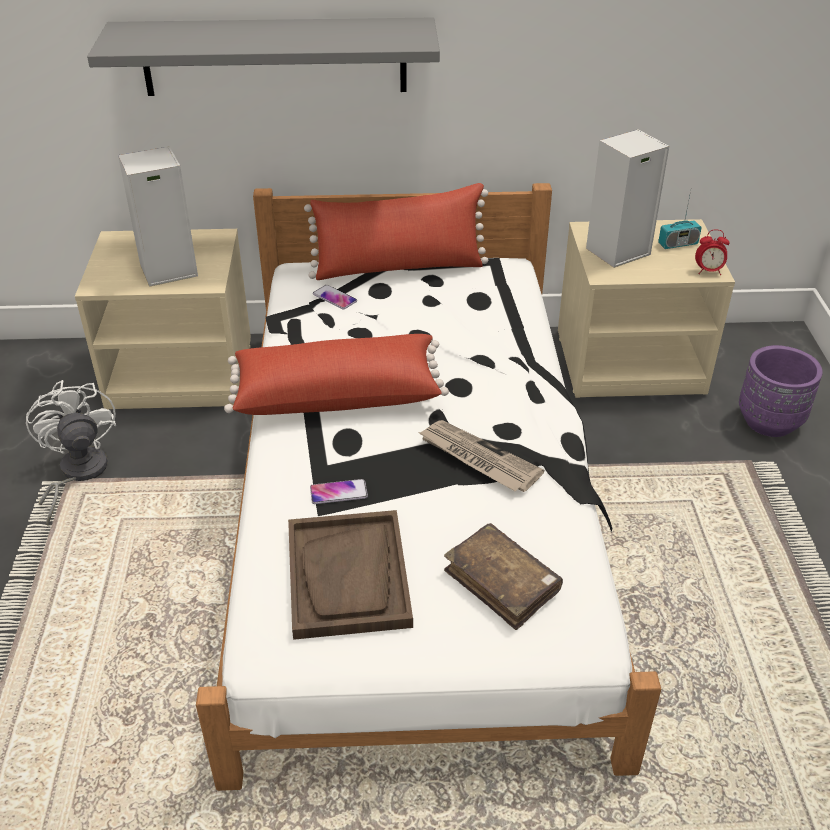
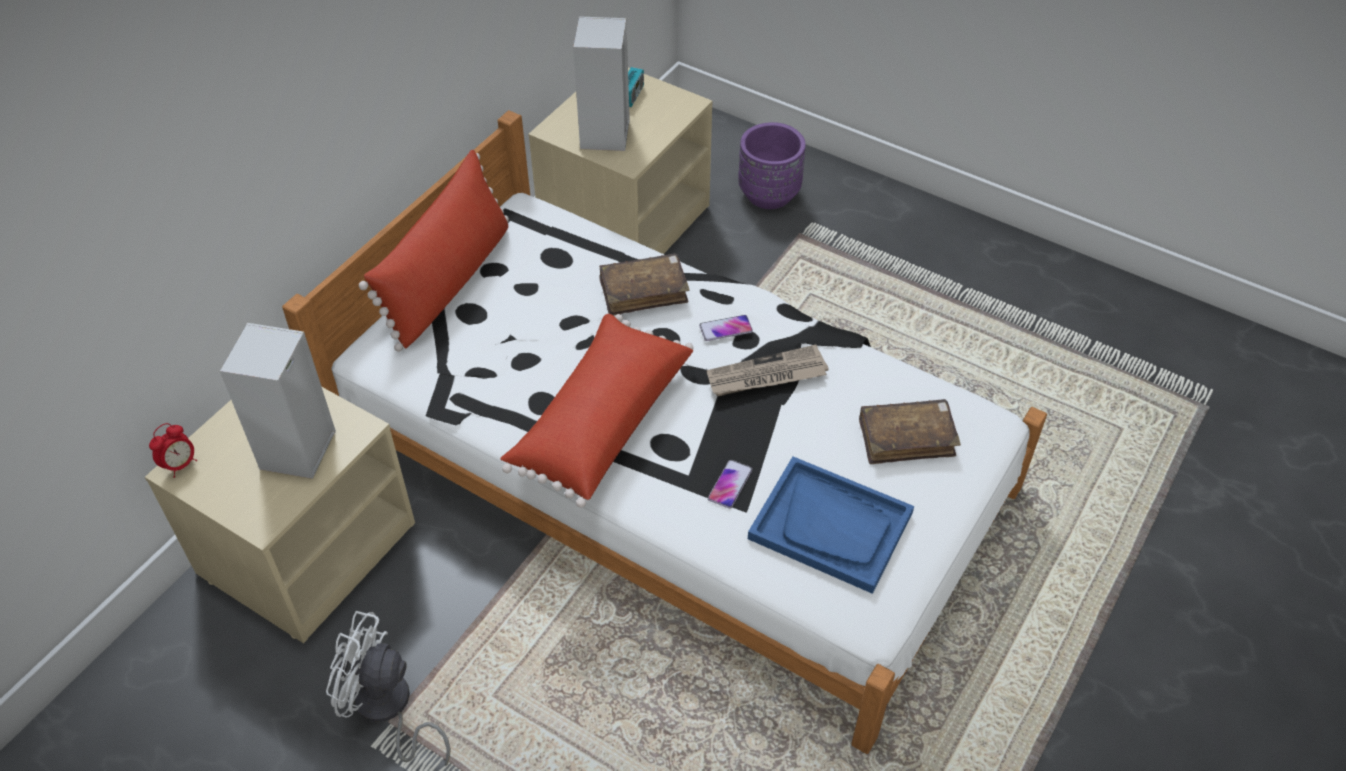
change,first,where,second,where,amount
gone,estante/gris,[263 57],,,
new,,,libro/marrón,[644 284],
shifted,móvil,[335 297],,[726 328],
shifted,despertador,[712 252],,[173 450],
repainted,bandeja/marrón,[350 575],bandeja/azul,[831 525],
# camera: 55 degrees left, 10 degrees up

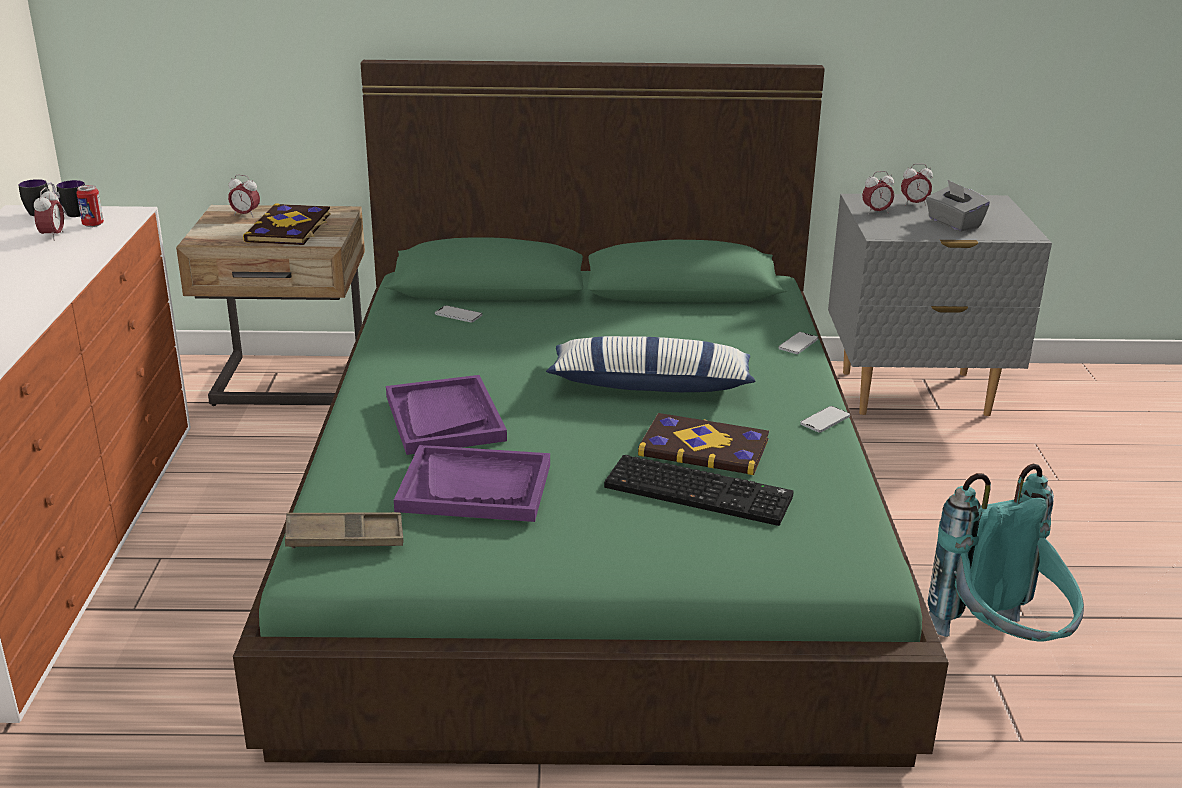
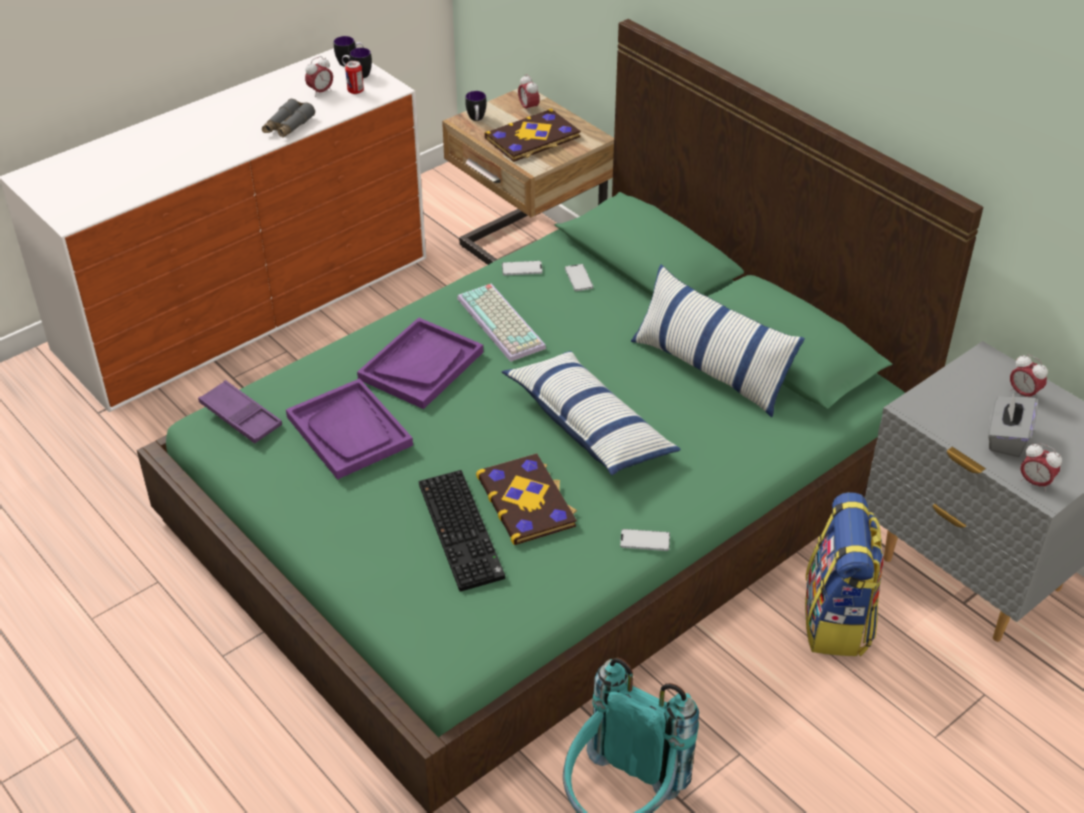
change,first,where,second,where,amount
new,,,prismáticos/gris,[288 118],
new,,,teclado,[501 323],
new,,,taza grande,[475 106],
new,,,cojín,[718 340],
new,,,mochila,[844 574],
shifted,móvil,[798 343],,[522 268],
shifted,despertador,[878 193],,[1041 467],
repainted,bandeja/marrón,[344 530],bandeja/morado,[240 412],
# camera: 50 degrees right, 15 degrees up

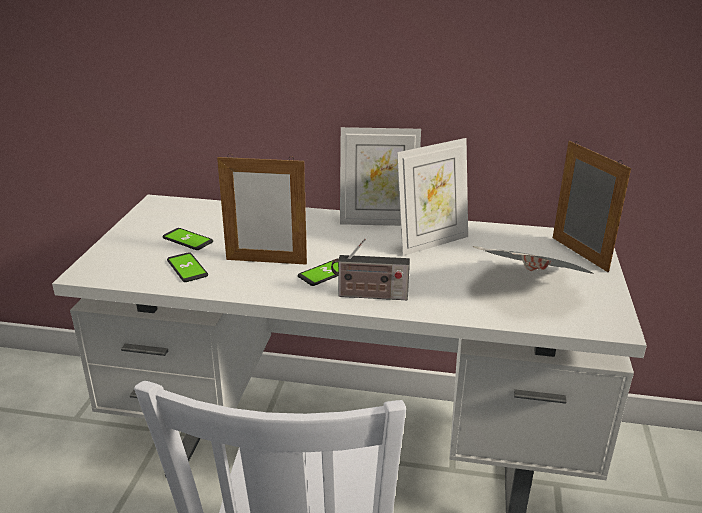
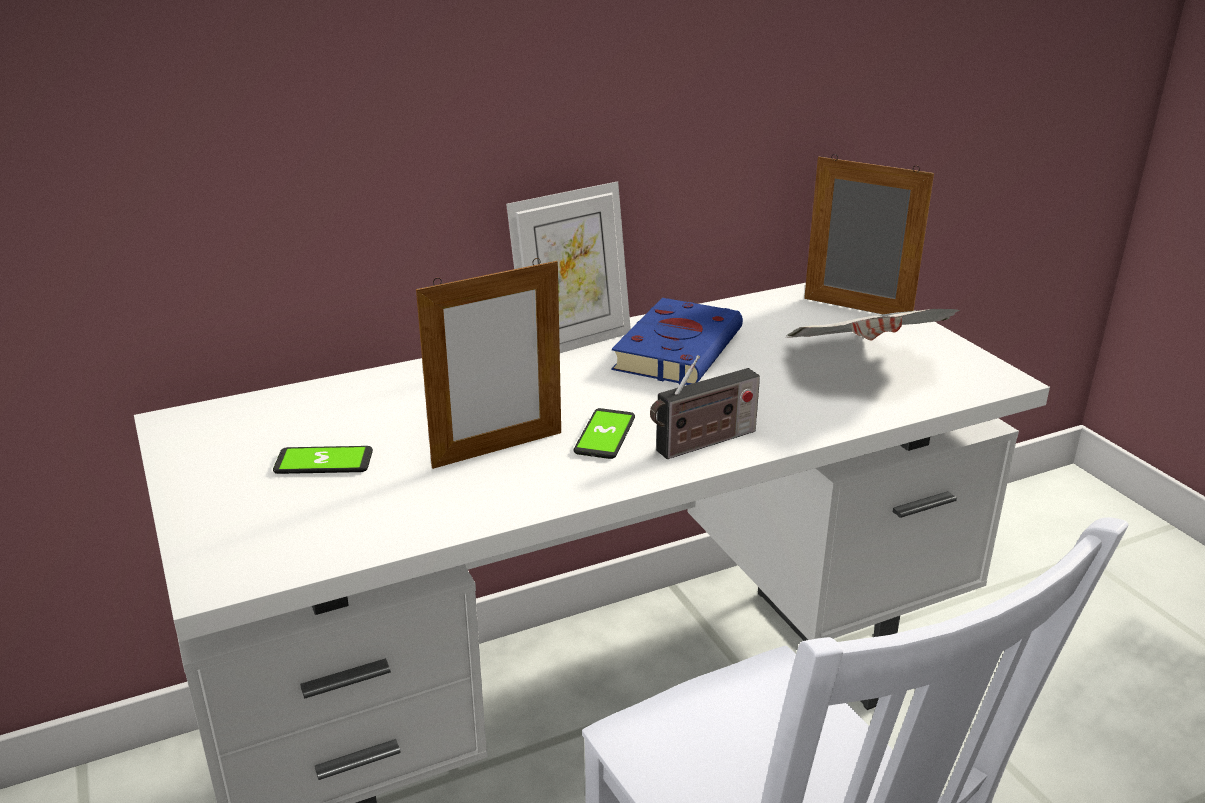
change,first,where,second,where,amount
gone,móvil,[187 267],,,
swapped,portarretratos,[432 197],libro/azul,[677 342],
# camera: 35 degrees left, 0 degrees up

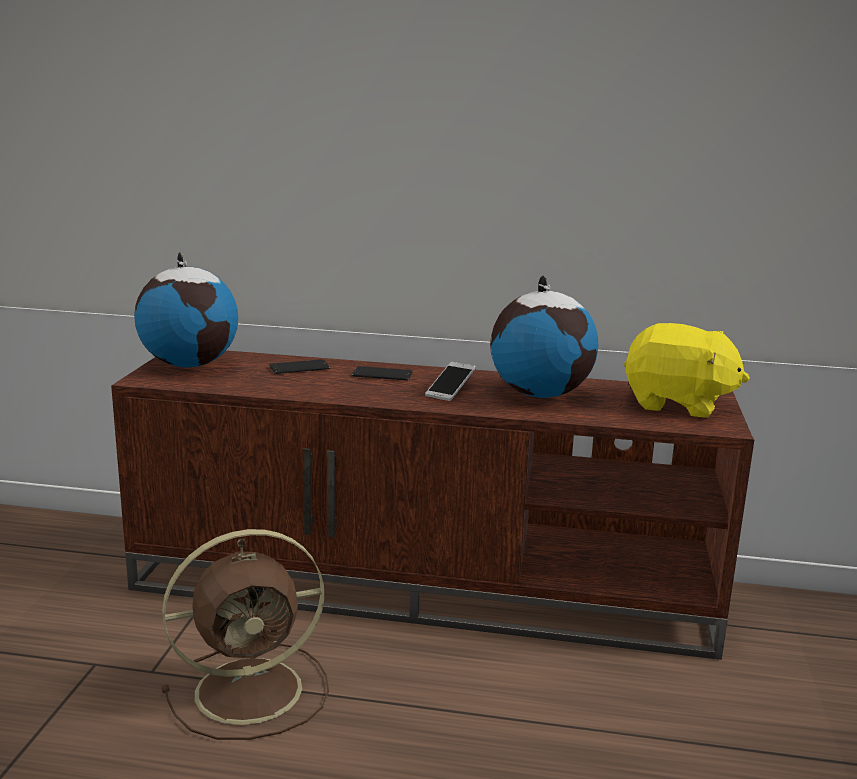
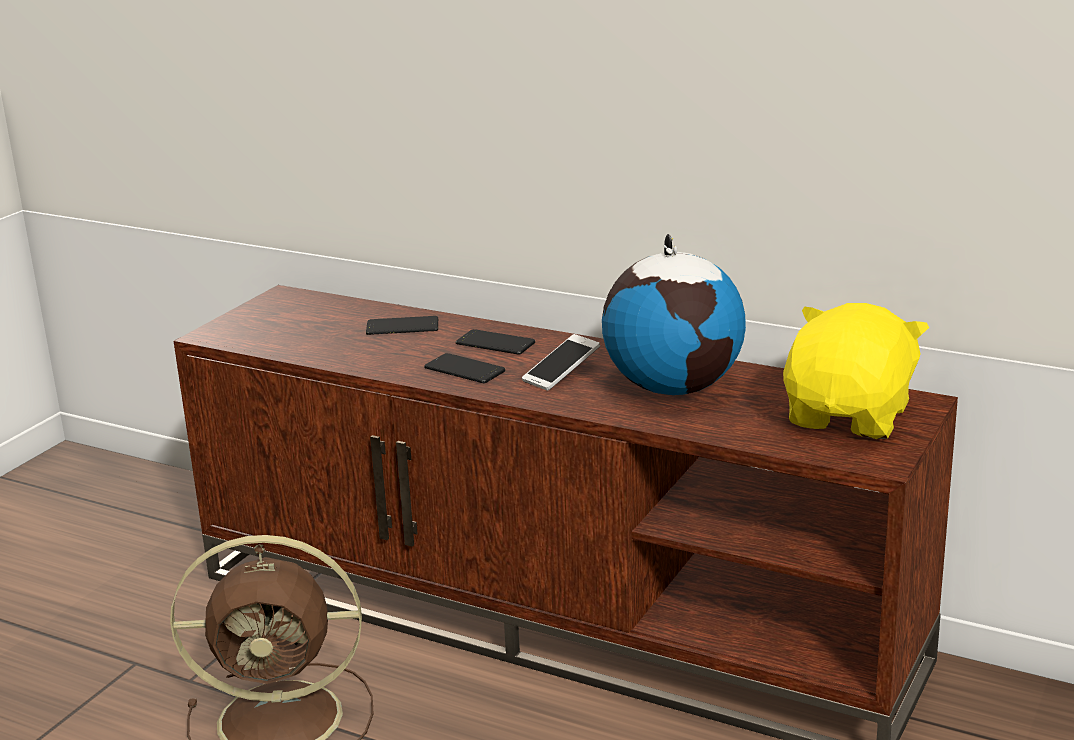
change,first,where,second,where,amount
gone,globo terráqueo,[186 310],,,
new,,,móvil,[464 368],
rotated,peluche/amarillo,[687 370],,[856 371],105 degrees counterclockwise
# camera: 20 degrees right, 5 degrees up

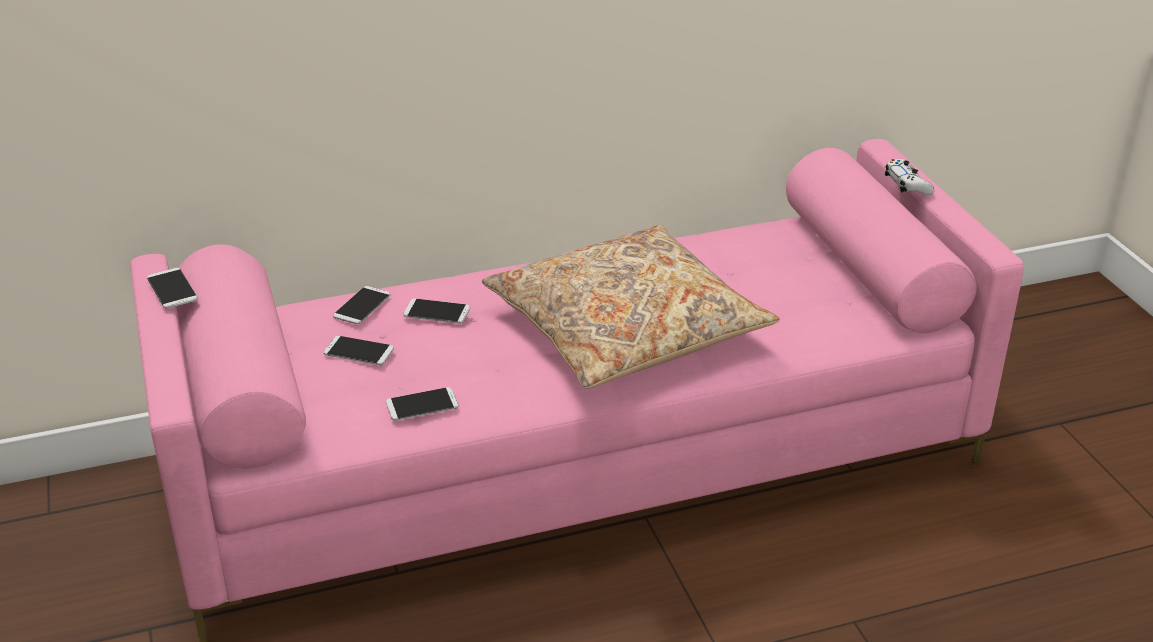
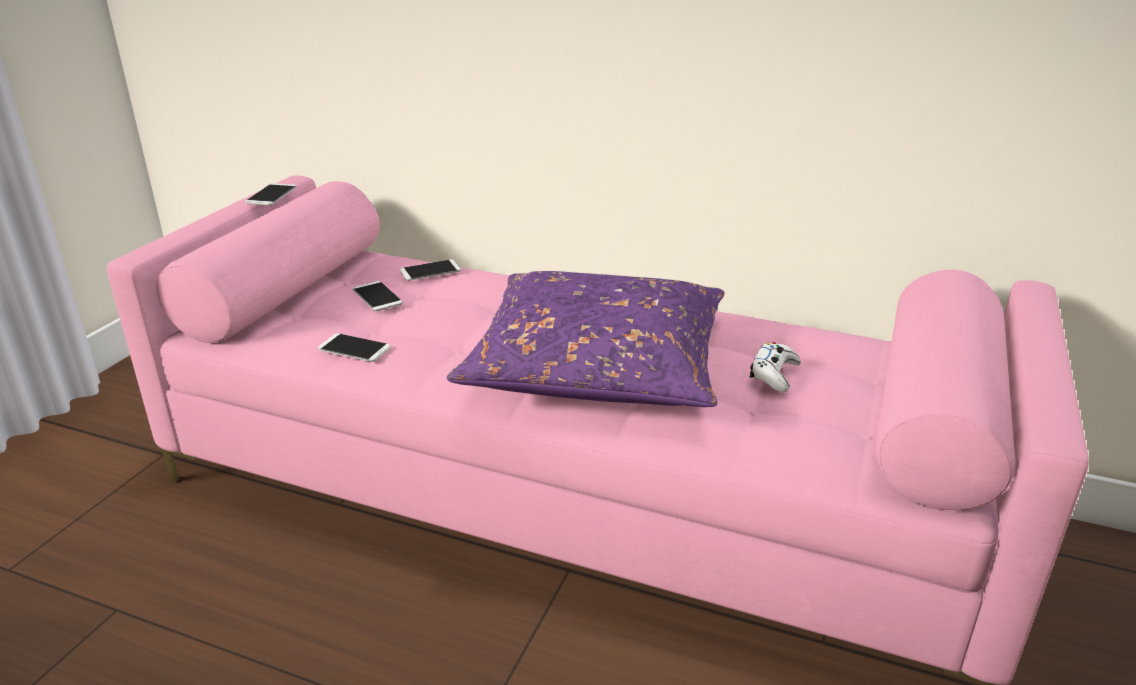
change,first,where,second,where,amount
gone,móvil,[436 311],,,
shifted,mando de consola/blanco,[909 177],,[775 367],
repainted,cojín/beis,[631 307],cojín/morado,[585 339],
# camera: 40 degrees right, 5 degrees down

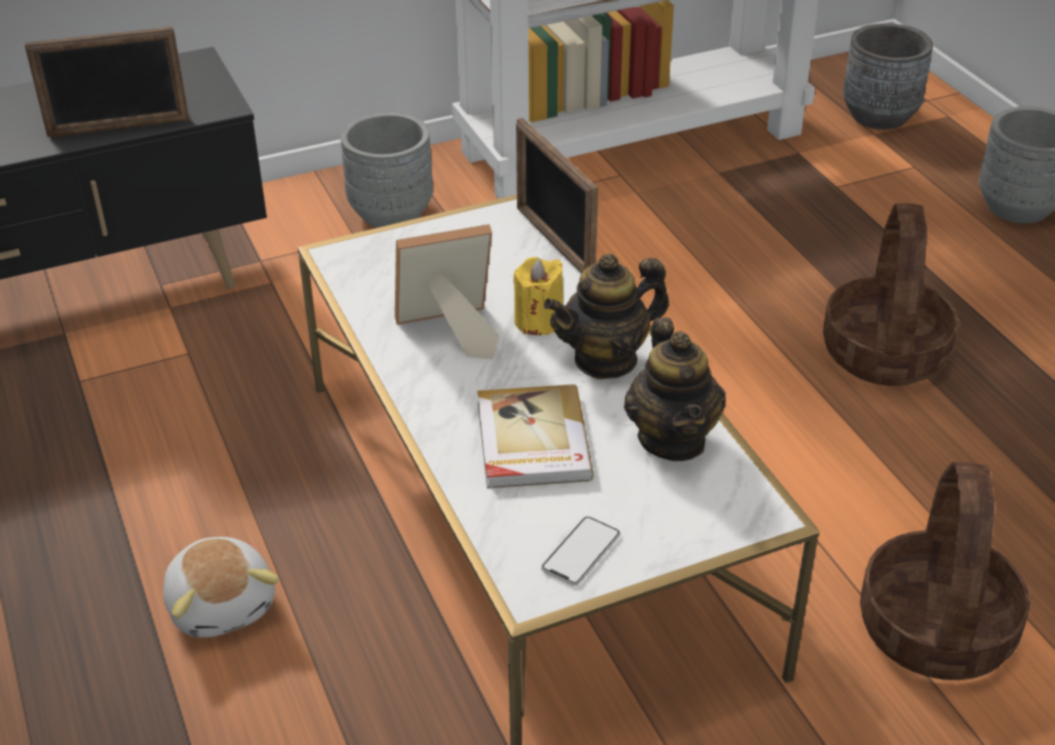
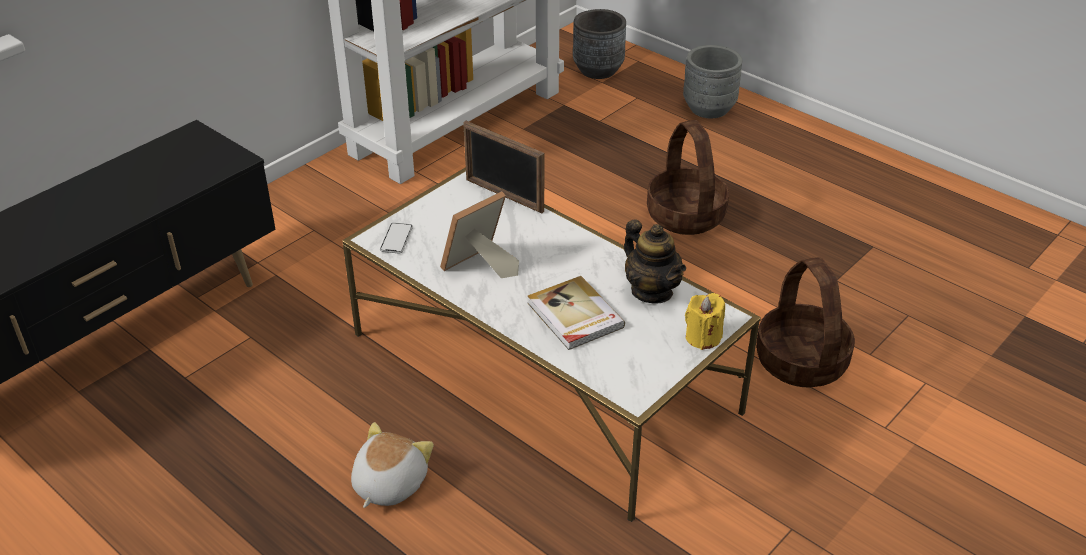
change,first,where,second,where,amount
gone,portarretratos,[107 82],,,
gone,maceta/gris,[387 170],,,
gone,tetera,[606 316],,,
shifted,vela/amarillo,[538 296],,[705 321],
shifted,móvil,[580 551],,[396 238],
rotated,peluche,[221 587],,[392 465],105 degrees counterclockwise
# camera: 25 degrees left, 0 degrees up

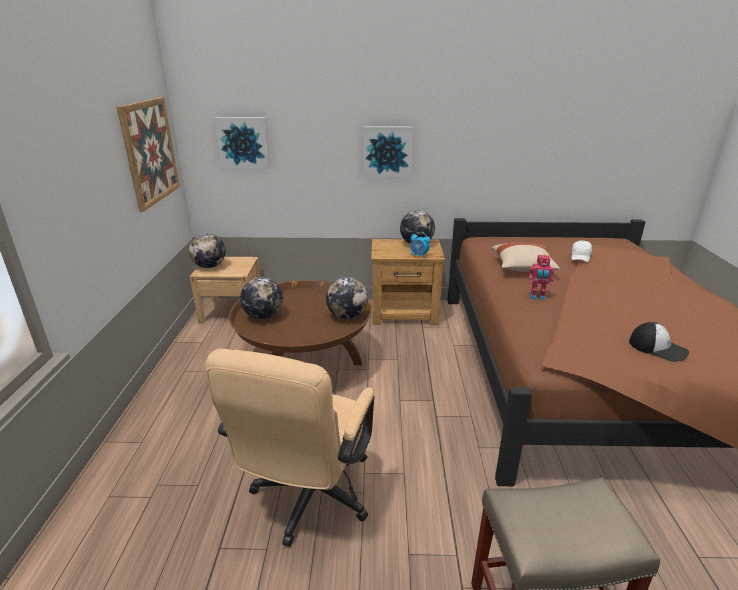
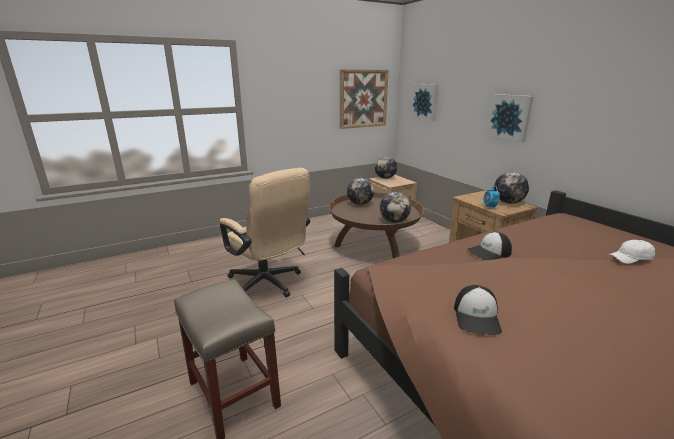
change,first,where,second,where,amount
gone,cojín/beis,[526 257],,,
swapped,robot de juguete,[541 277],gorra,[489 246],
rotated,silla de oficina/beis,[289 448],,[265 232],120 degrees counterclockwise
# camera: 60 degrees right, 5 degrees down

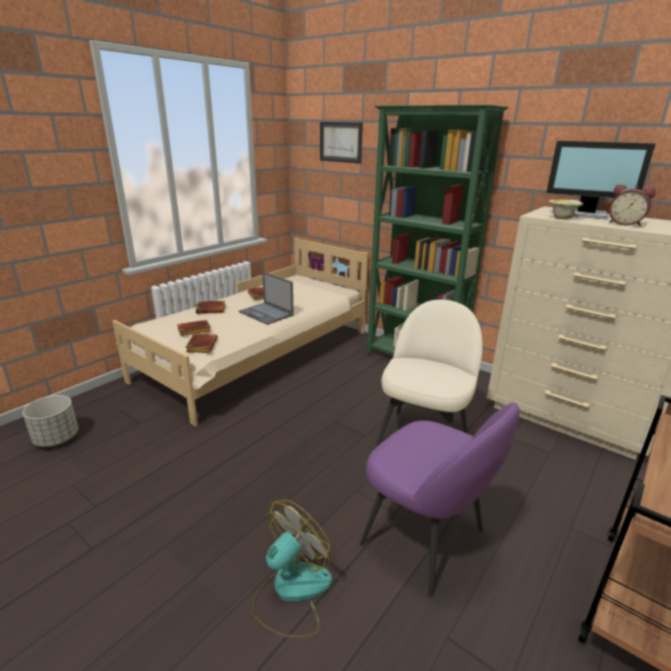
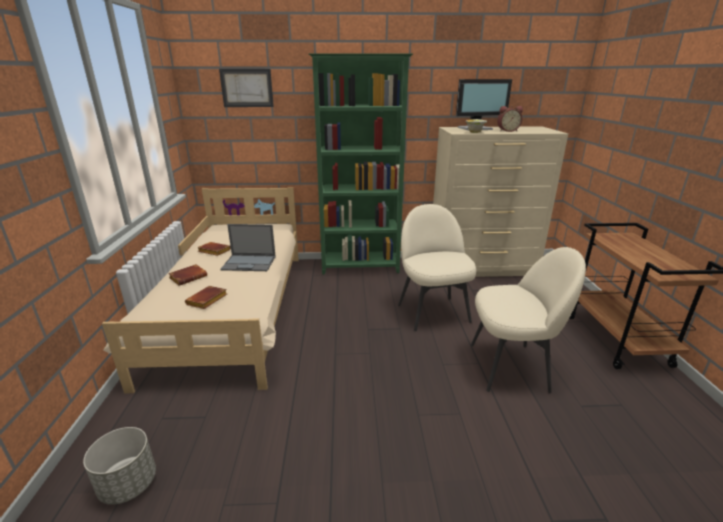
change,first,where,second,where,amount
gone,libro/marrón,[202 343],,,
gone,ventilador,[291 568],,,
repainted,silla/morado,[440 500],silla/beis,[528 320],
# camera: 40 degrees left, 0 degrees up

